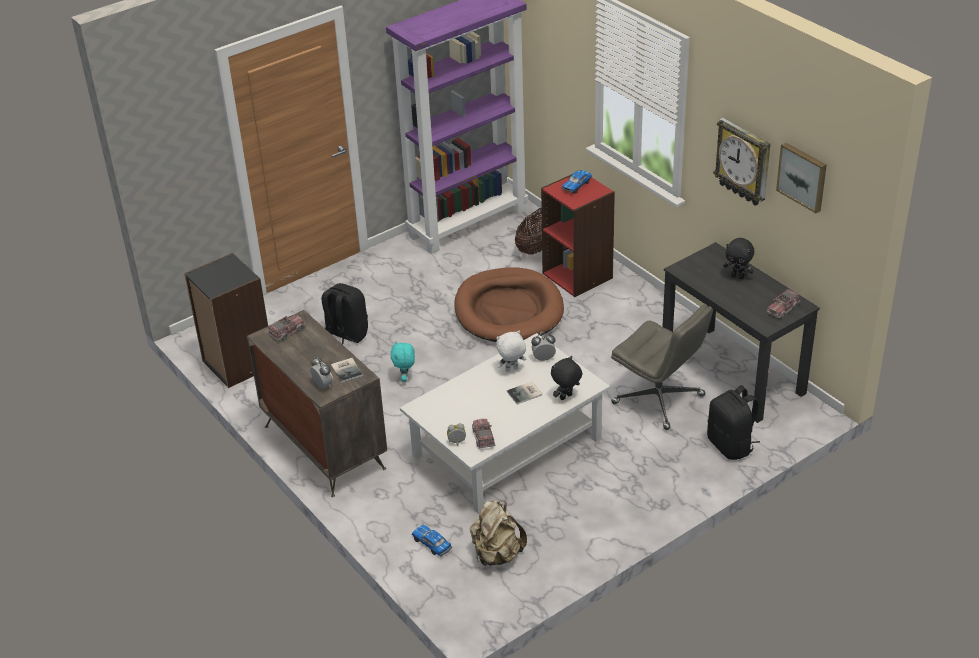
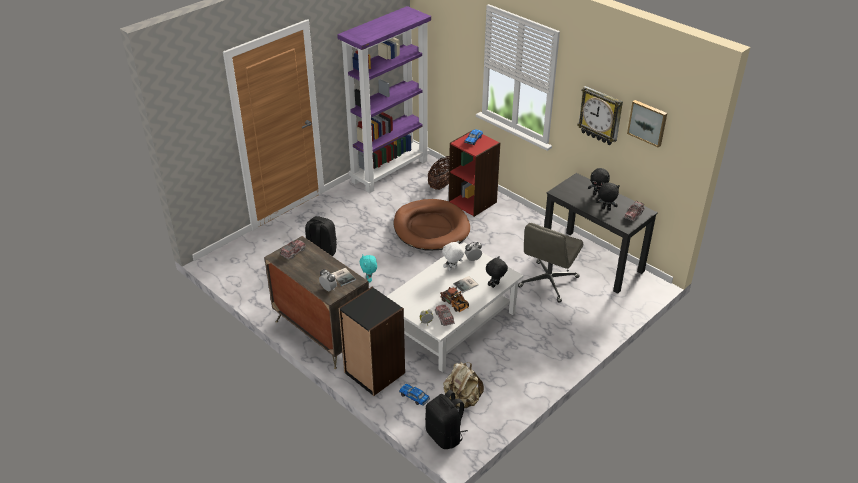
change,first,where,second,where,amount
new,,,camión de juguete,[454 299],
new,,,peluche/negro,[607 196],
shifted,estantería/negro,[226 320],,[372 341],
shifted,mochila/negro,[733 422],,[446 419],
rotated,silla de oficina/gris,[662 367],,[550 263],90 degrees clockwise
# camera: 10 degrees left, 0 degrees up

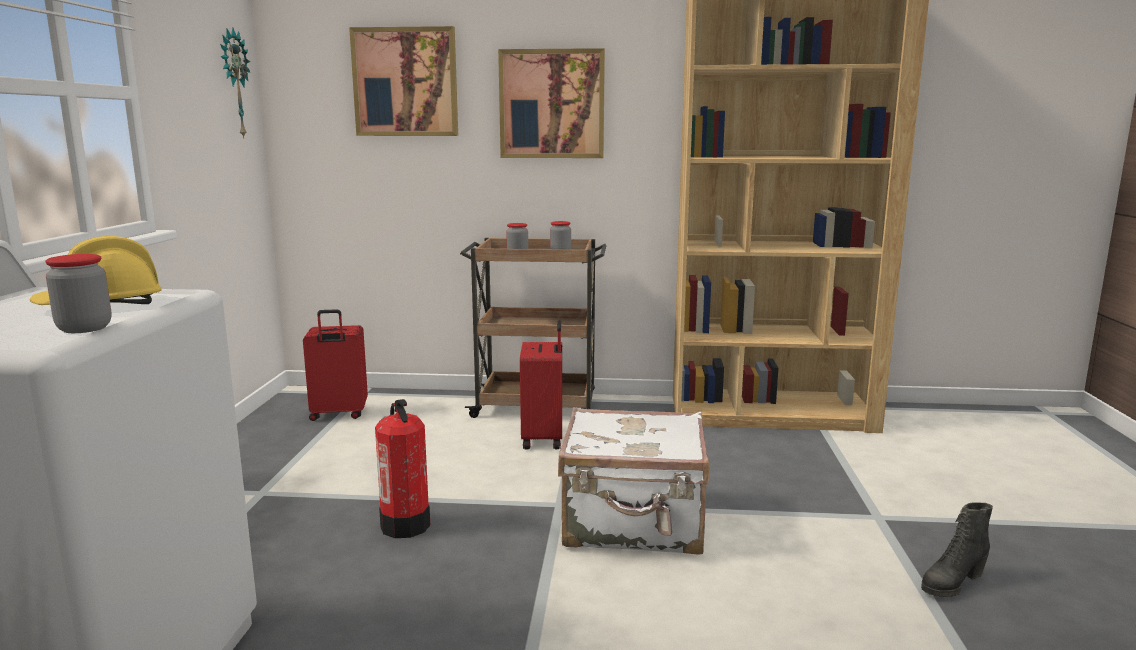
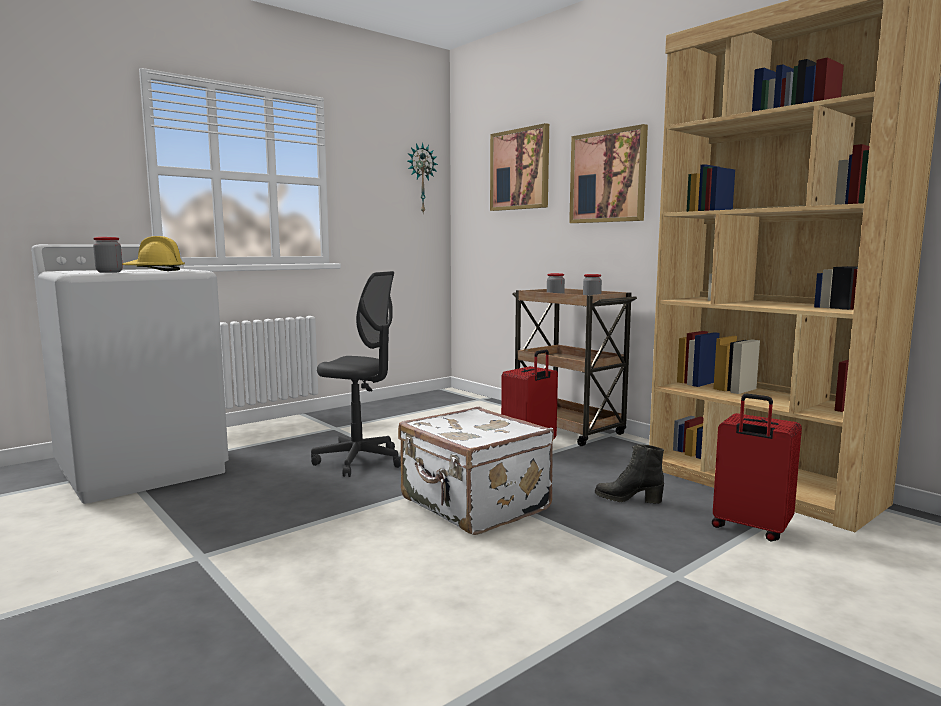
change,first,where,second,where,amount
shifted,maleta/rojo,[335 365],,[757 467],
shifted,bota/negro,[957 549],,[629 474],
swapped,extintor,[402 468],silla de oficina/gris,[356 374],
# camera: 45 degrees right, 5 degrees down

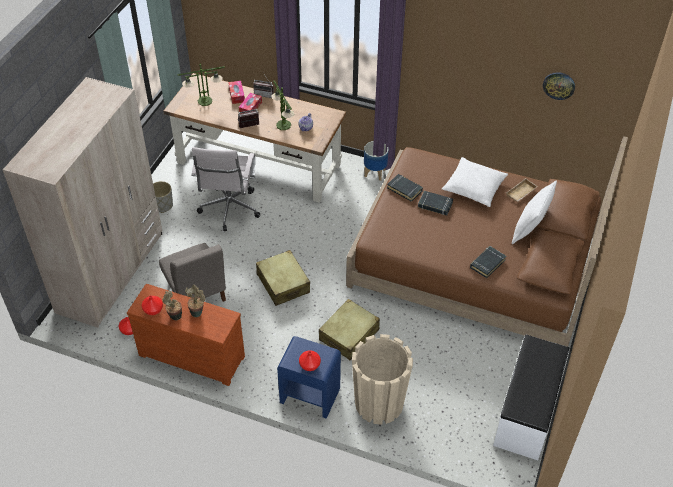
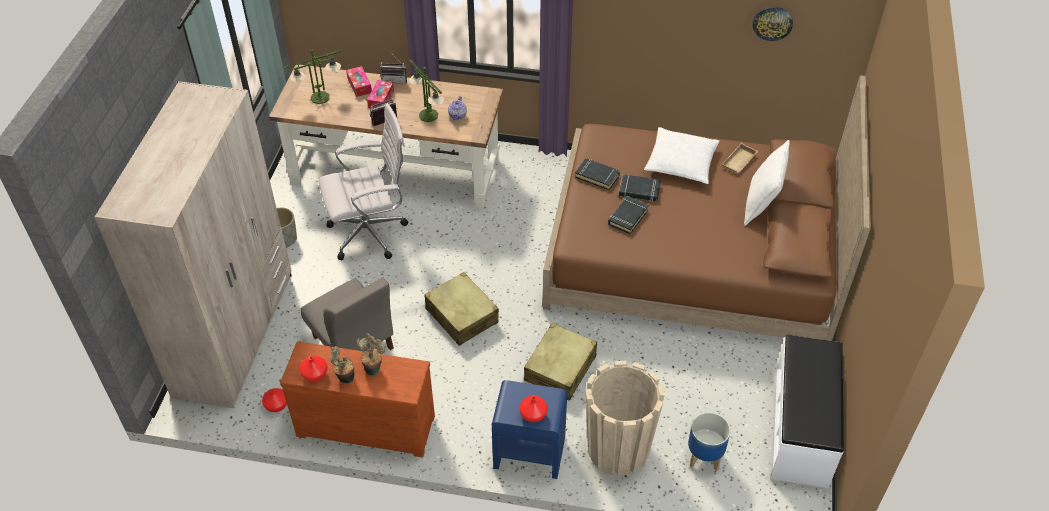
change,first,where,second,where,amount
shifted,maceta,[376 161],,[709 441],
shifted,libro/negro,[488 262],,[628 215],
rotated,silla de oficina/blanco,[225 189],,[363 181],105 degrees counterclockwise
# camera: 10 degrees left, 0 degrees up

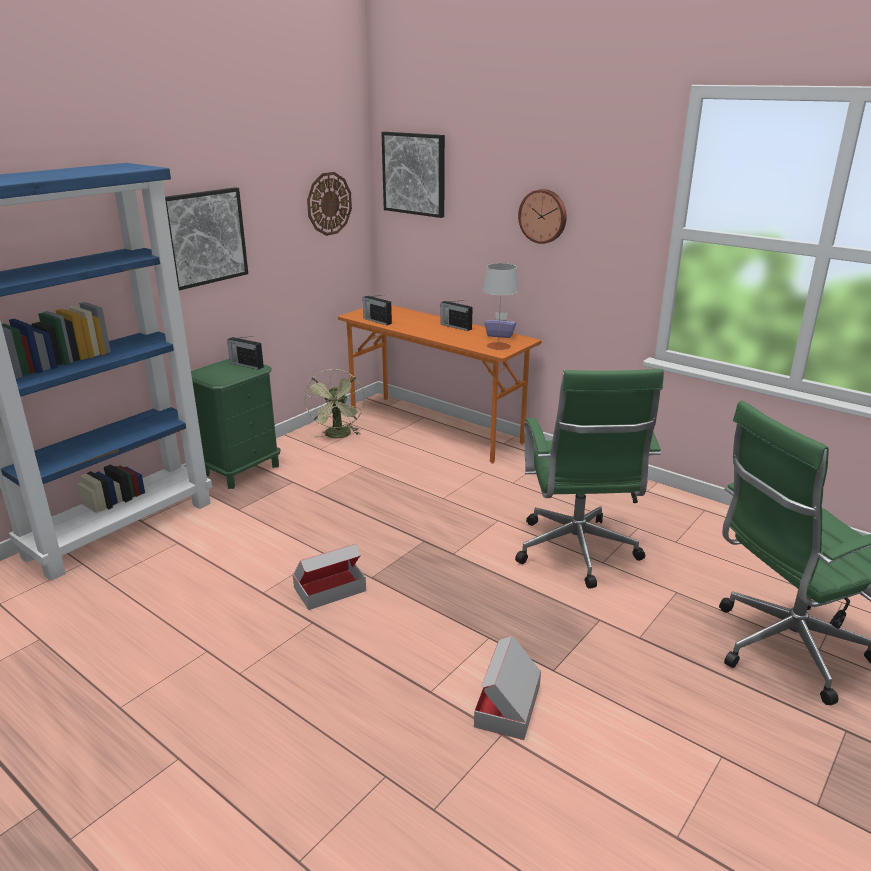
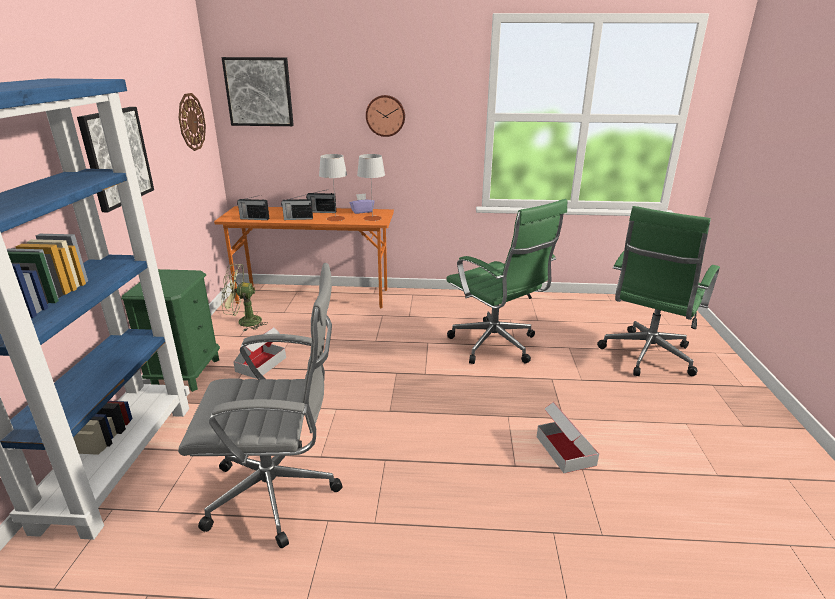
change,first,where,second,where,amount
new,,,silla de oficina/gris,[260 405],
new,,,lámpara de mesa/gris,[333 187],
shifted,radio,[245 353],,[297 207],
shifted,caja de cartón,[329 576],,[259 353],
rotated,ventilador/verde,[334 403],,[244 297],120 degrees clockwise
# camera: 35 degrees left, 0 degrees up

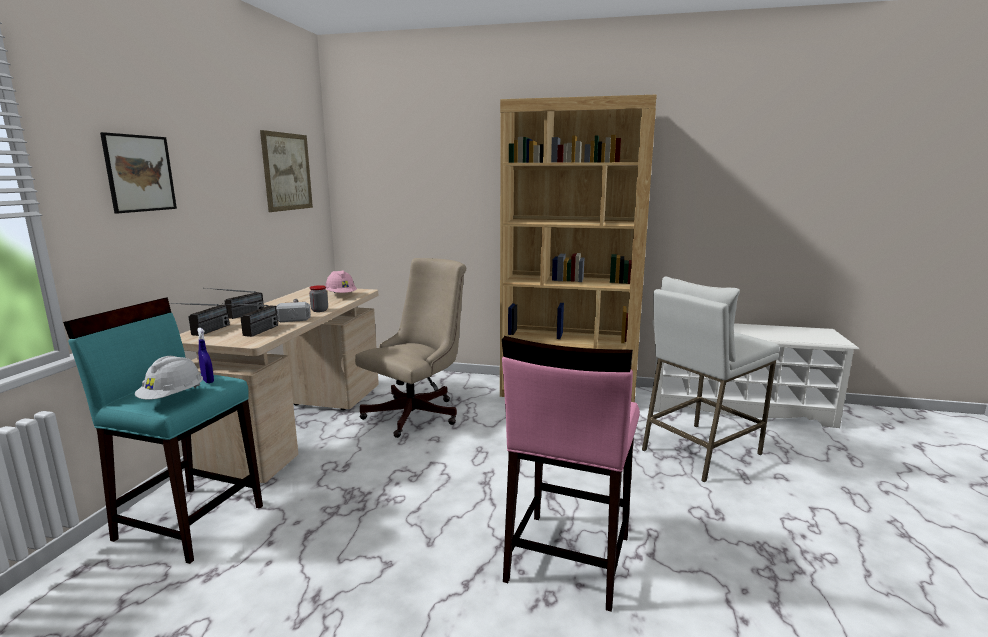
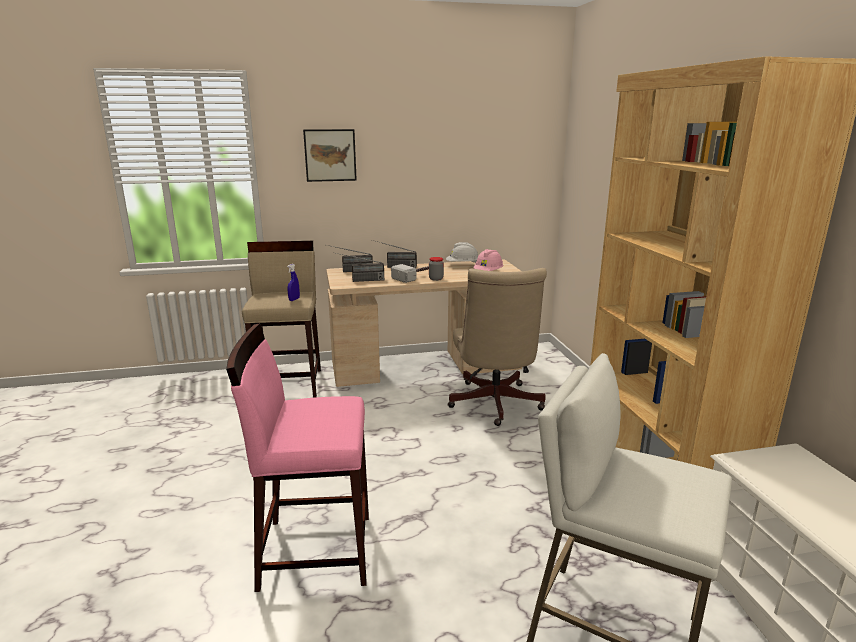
change,first,where,second,where,amount
gone,cuadro,[286 171],,,
shifted,casco/blanco,[169 378],,[462 252],
repainted,taburete/turquesa,[163 431],taburete/beis,[281 319],
rotated,silla de oficina/beis,[410 348],,[497 347],75 degrees clockwise
# camera: 65 degrees right, 5 degrees up

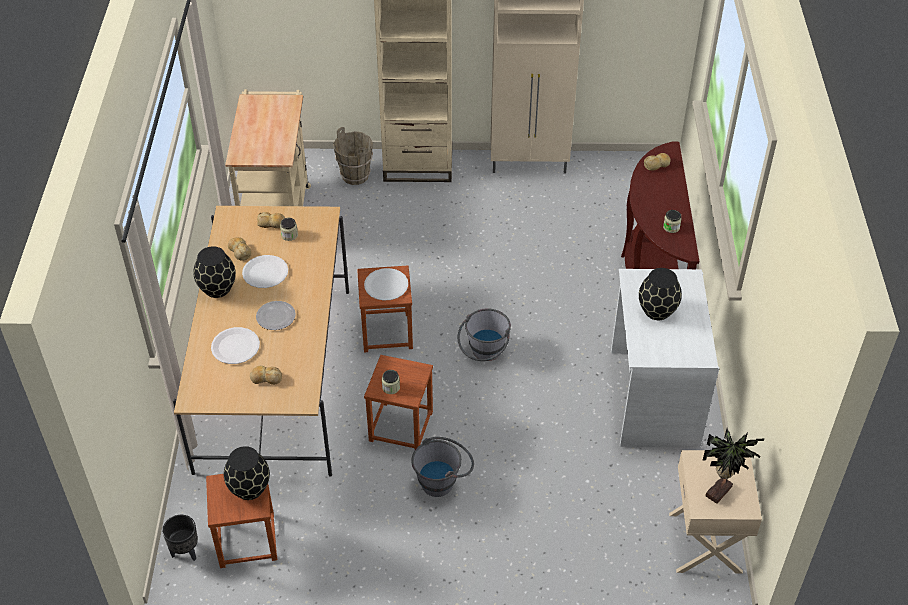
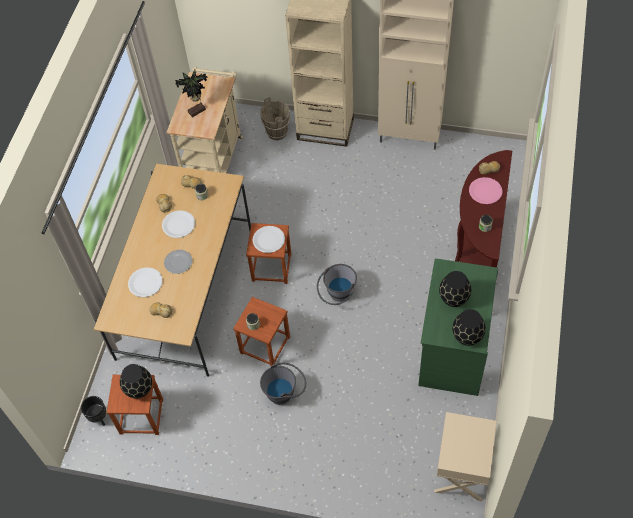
change,first,where,second,where,amount
new,,,plato/rosa,[486 190],
shifted,florero/negro,[214 272],,[469 327],
shifted,planta en maceta,[733 466],,[191 93],
repainted,escritorio/blanco,[665 358],escritorio/verde,[458 327],
# camera: 15 degrees right, 10 degrees up

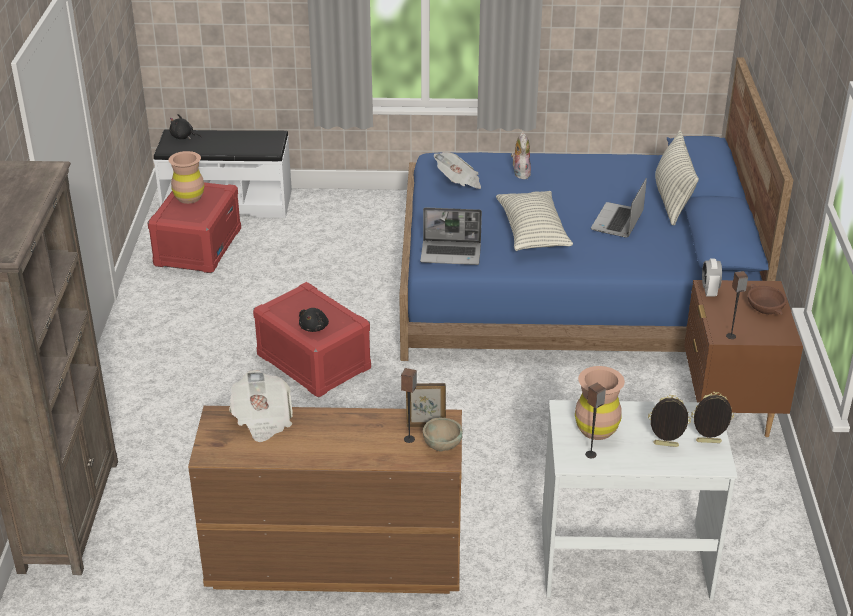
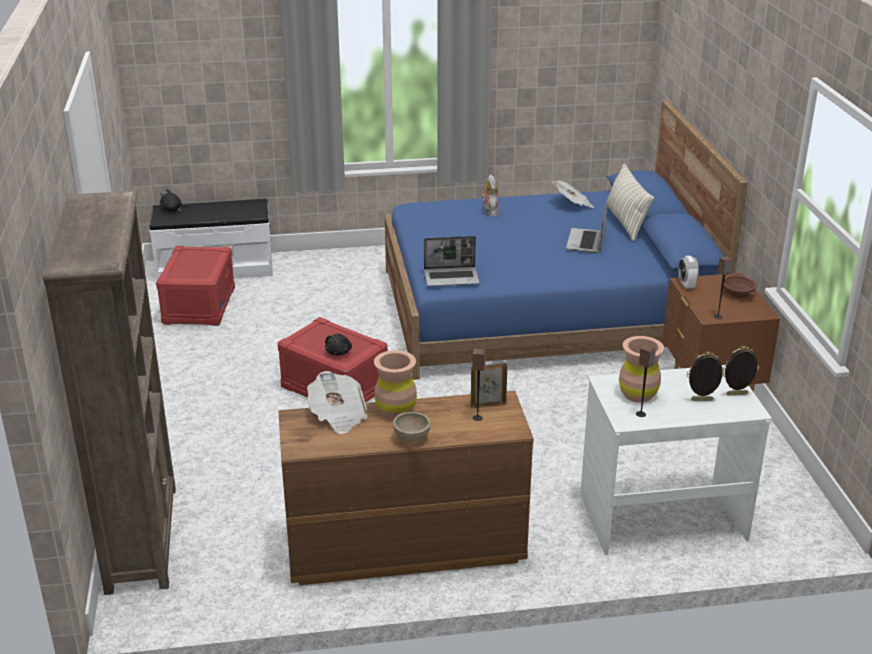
change,first,where,second,where,amount
gone,cojín,[534 221],,,
shifted,florero/marrón,[186 177],,[395 384],
shifted,cuenco/beis,[443 434],,[412 427],
shifted,periódico,[457 170],,[573 194],
# camera: 10 degrees left, 5 degrees down

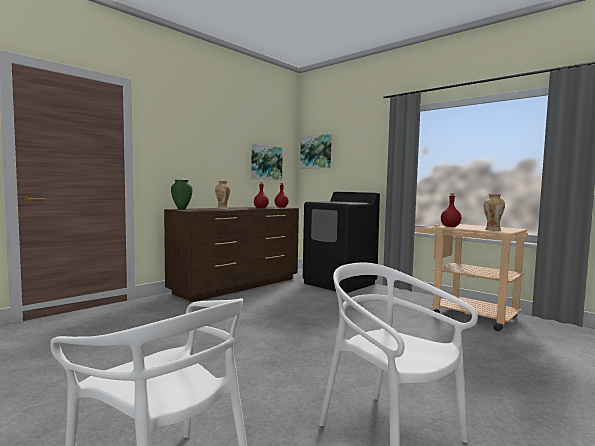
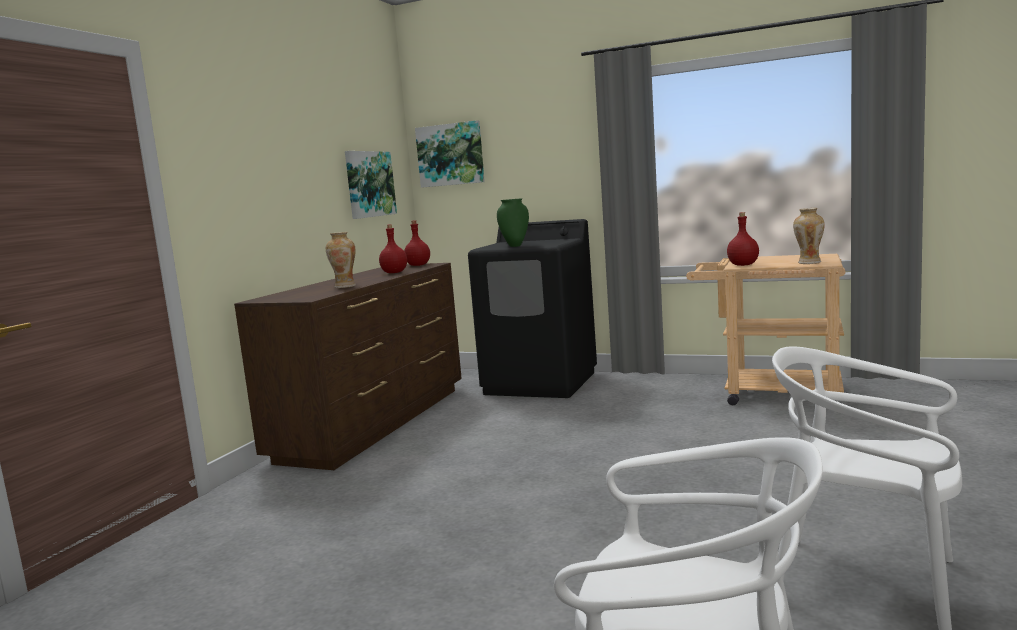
change,first,where,second,where,amount
shifted,florero/verde,[181 195],,[513 222],
# camera: 20 degrees left, 5 degrees up

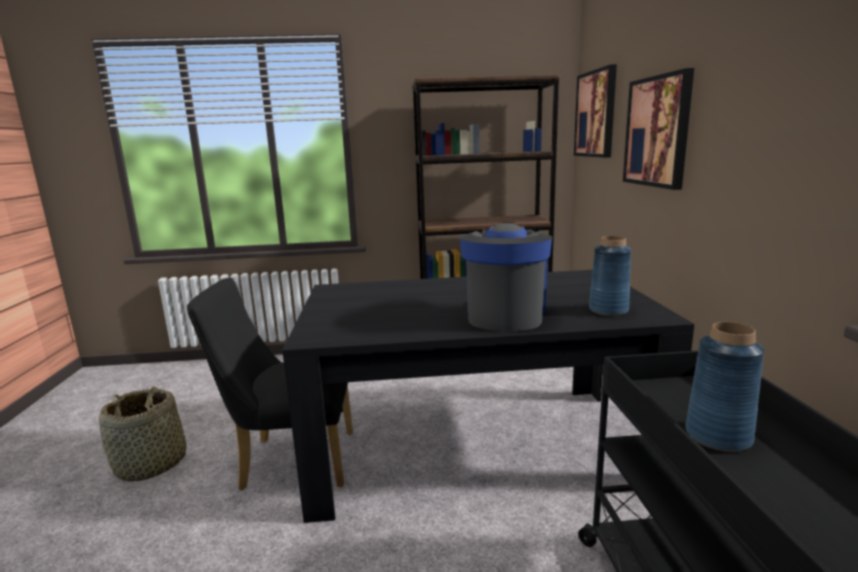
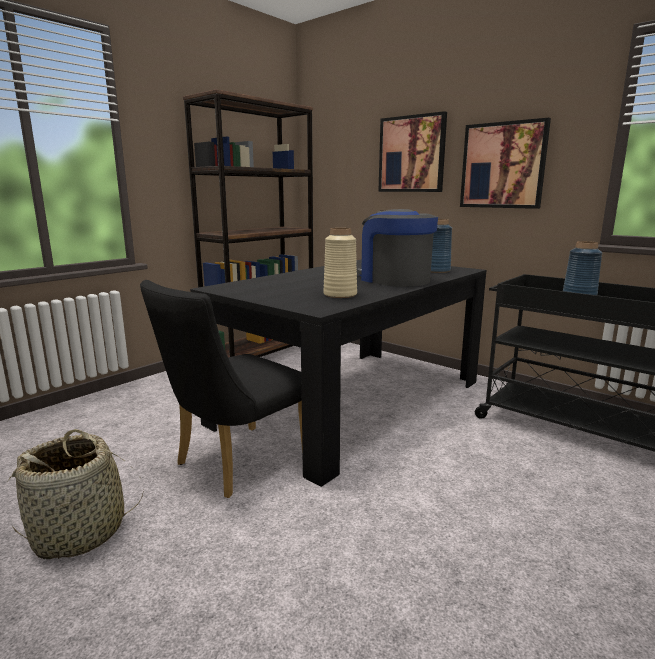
change,first,where,second,where,amount
new,,,florero/beis,[340 263],
shifted,cuadro,[595 111],,[505 163],
# camera: 45 degrees left, 0 degrees up

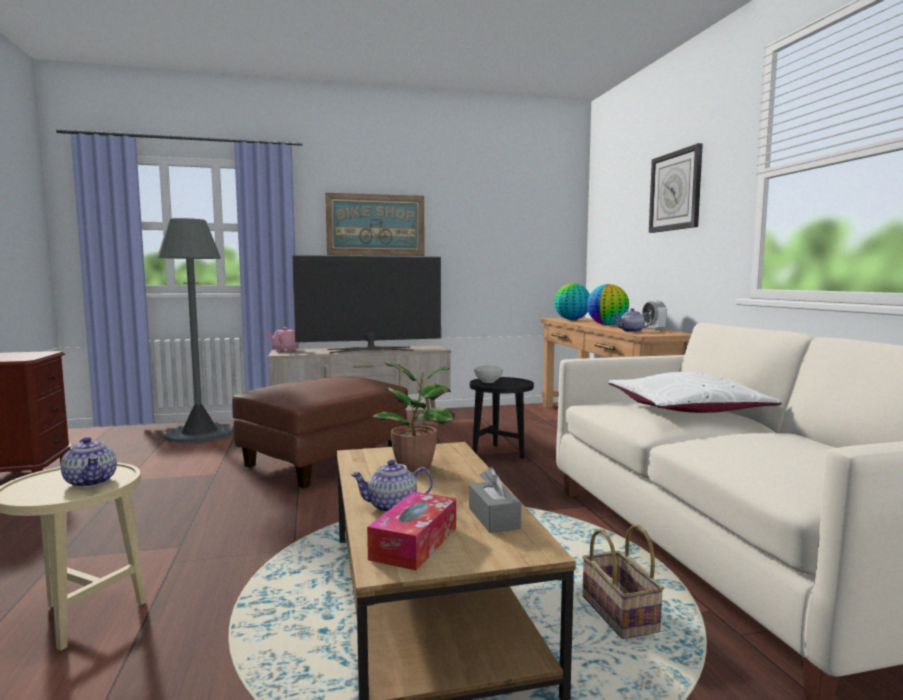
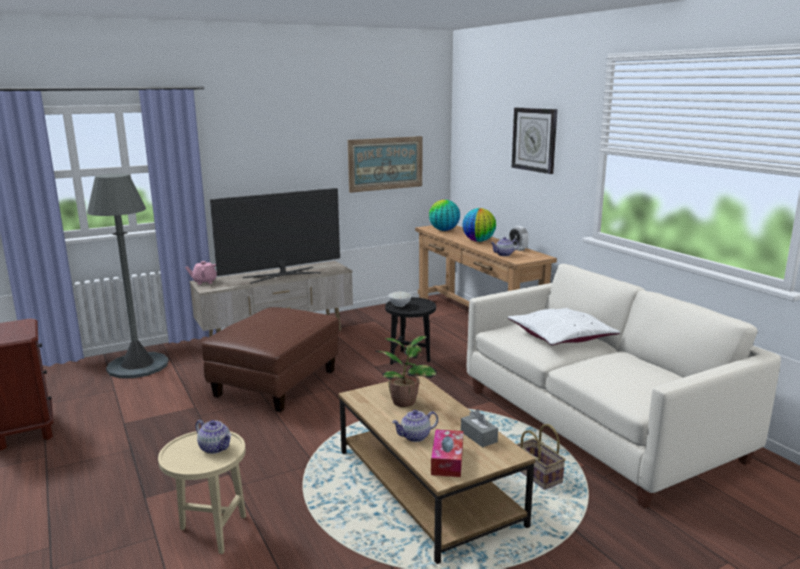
change,first,where,second,where,amount
shifted,cuadro,[375 224],,[385 164],
# camera: 15 degrees left, 10 degrees up

